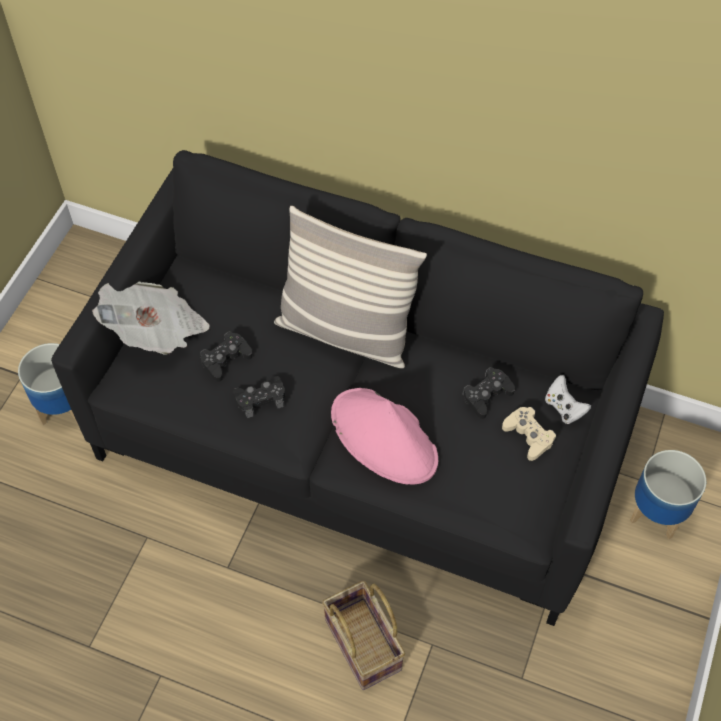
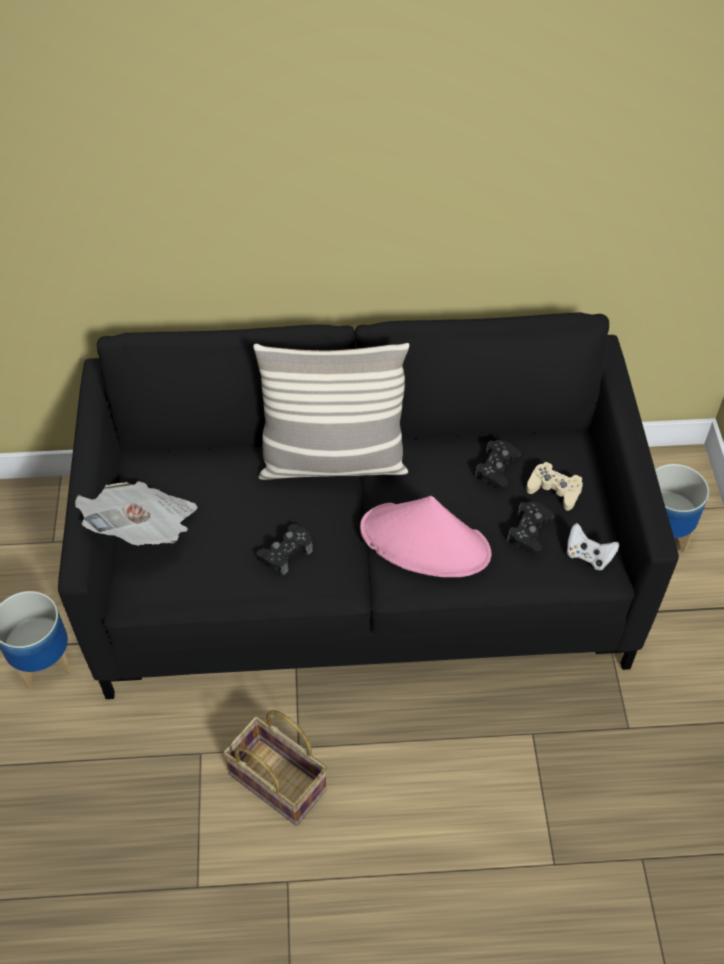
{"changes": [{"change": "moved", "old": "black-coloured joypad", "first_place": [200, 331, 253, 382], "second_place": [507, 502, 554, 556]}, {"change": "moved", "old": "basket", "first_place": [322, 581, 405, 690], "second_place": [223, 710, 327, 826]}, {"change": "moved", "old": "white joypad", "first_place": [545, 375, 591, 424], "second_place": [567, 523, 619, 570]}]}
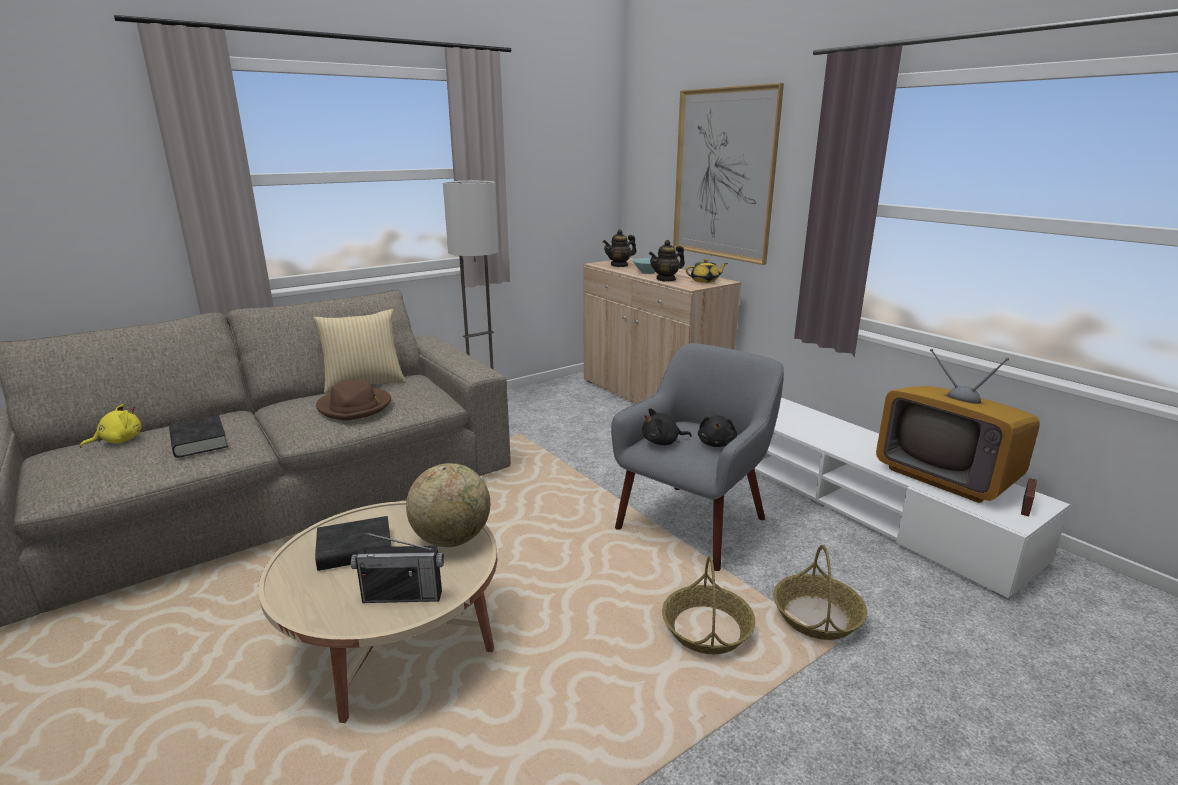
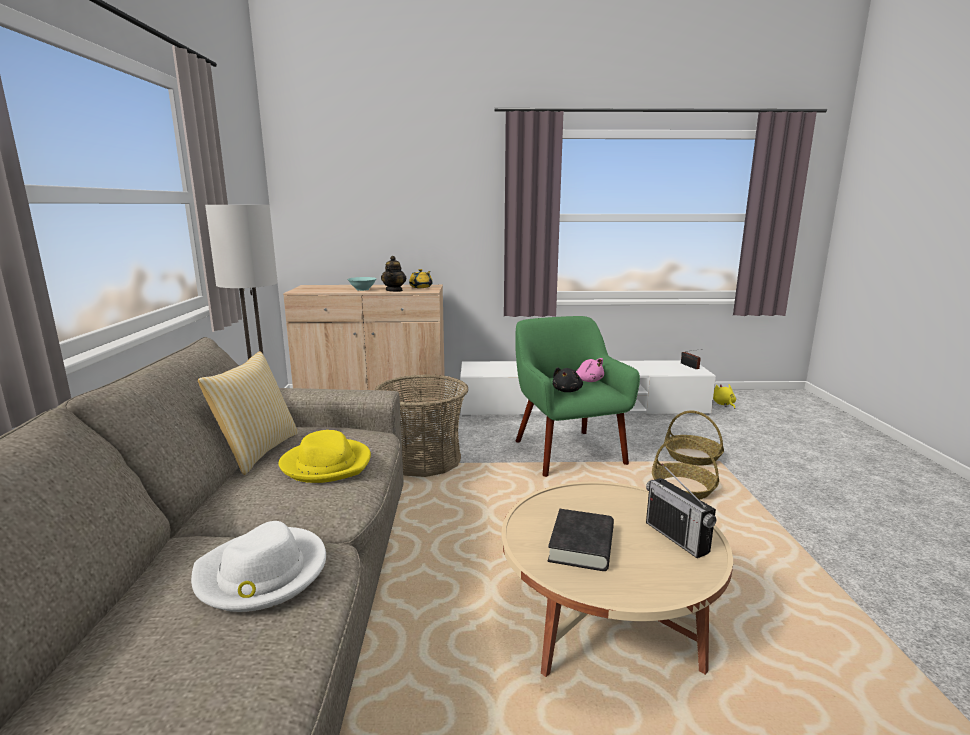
{"changes": [{"change": "moved", "old": "yellow-coloured plush toy", "first_place": [80, 404, 141, 448], "second_place": [713, 384, 736, 409]}, {"change": "replaced", "old": "black-coloured book", "new": "white hat", "first_place": [169, 415, 228, 458], "second_place": [191, 521, 326, 612]}, {"change": "recoloured", "old": "brownish hat", "new": "yellow-coloured hat", "first_place": [316, 380, 391, 421], "second_place": [278, 430, 371, 483]}, {"change": "turned", "old": "radio set", "first_place": [351, 532, 444, 603], "second_place": [646, 464, 716, 558], "degrees": 120}, {"change": "removed", "old": "globe", "first_place": [406, 463, 490, 547]}, {"change": "removed", "old": "pot for tea", "first_place": [603, 229, 637, 267]}, {"change": "recoloured", "old": "greyish easy chair", "new": "green-coloured easy chair", "first_place": [611, 343, 784, 571], "second_place": [515, 316, 640, 477]}, {"change": "removed", "old": "wall art", "first_place": [673, 83, 784, 265]}, {"change": "recoloured", "old": "black-coloured plush toy", "new": "pink-coloured plush toy", "first_place": [698, 416, 737, 447], "second_place": [576, 358, 604, 382]}, {"change": "removed", "old": "TV", "first_place": [876, 349, 1040, 503]}, {"change": "added", "new": "basket", "second_place": [375, 374, 468, 477]}]}
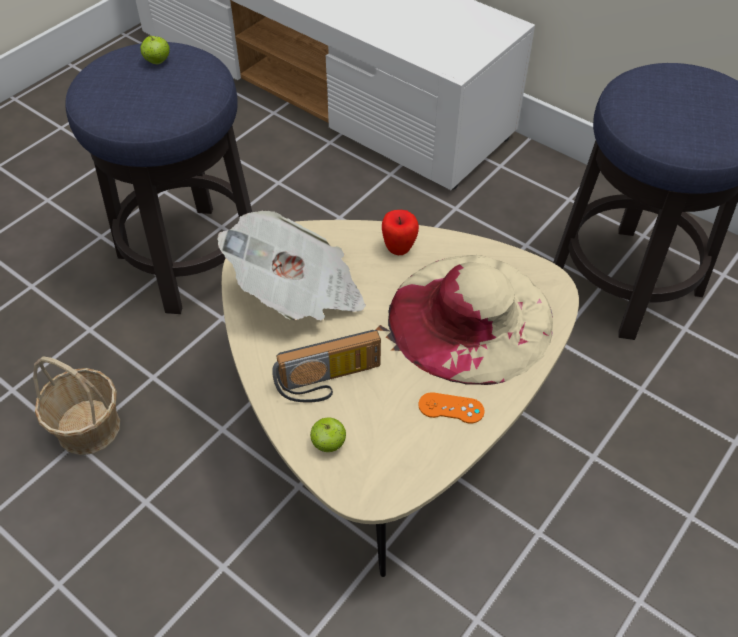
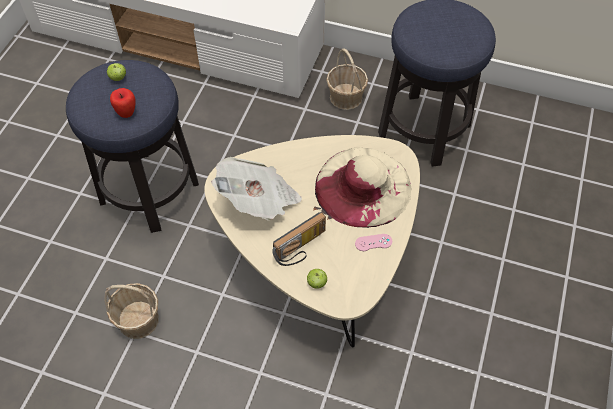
{"changes": [{"change": "moved", "old": "whole apple", "first_place": [382, 210, 419, 255], "second_place": [110, 88, 135, 118]}, {"change": "recoloured", "old": "orangey joypad", "new": "pink-coloured joypad", "first_place": [418, 392, 485, 423], "second_place": [355, 234, 392, 251]}, {"change": "added", "new": "basket", "second_place": [326, 48, 368, 110]}]}
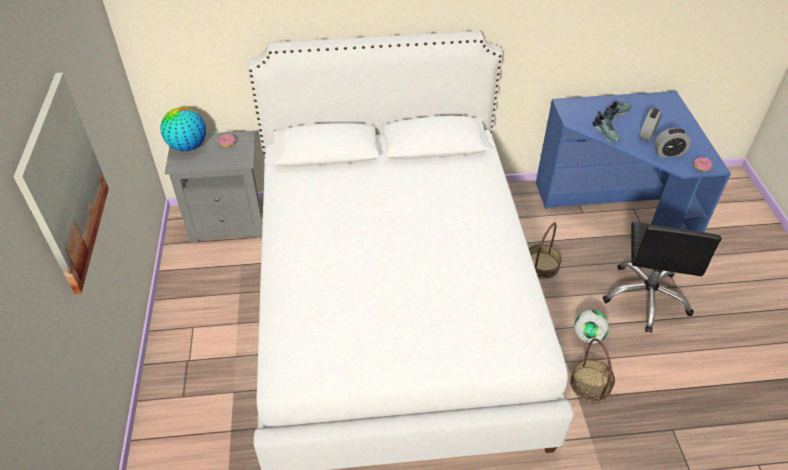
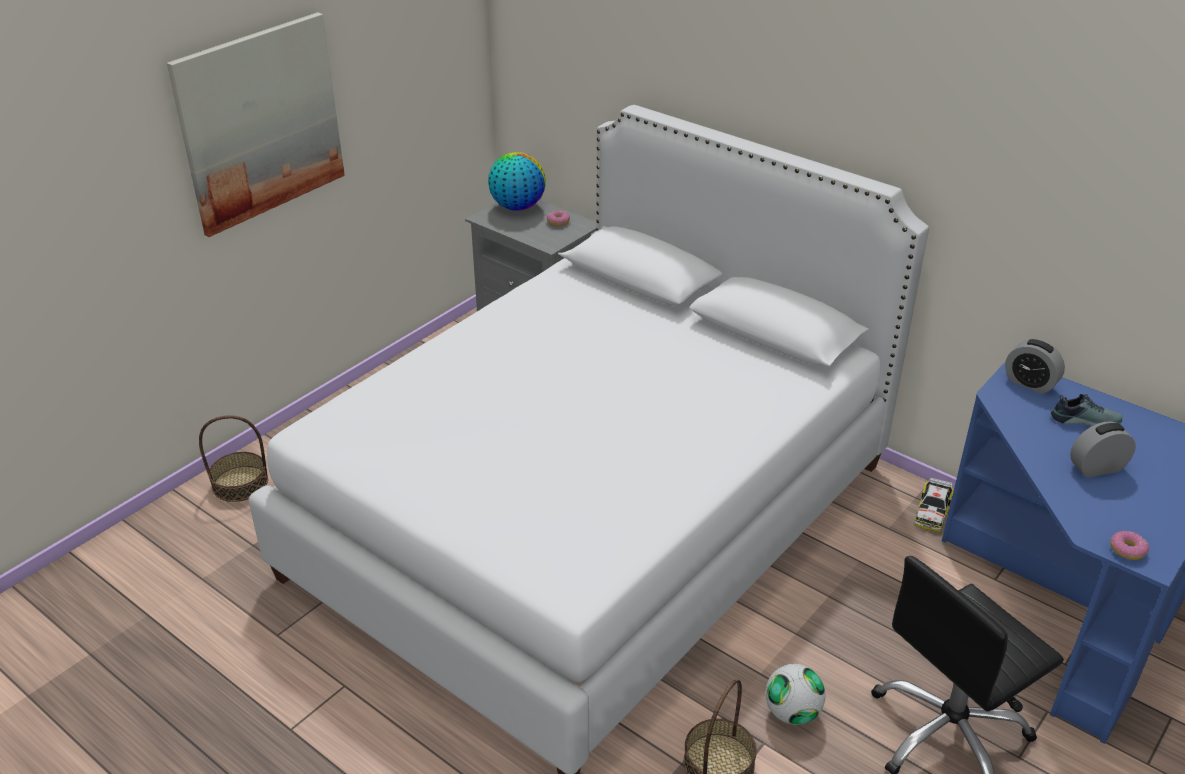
{"changes": [{"change": "moved", "old": "basket", "first_place": [529, 222, 561, 279], "second_place": [199, 415, 268, 502]}, {"change": "removed", "old": "shoe", "first_place": [593, 111, 620, 142]}, {"change": "moved", "old": "bedside clock", "first_place": [654, 128, 691, 158], "second_place": [1005, 339, 1065, 394]}, {"change": "added", "new": "toy car", "second_place": [914, 476, 954, 533]}]}
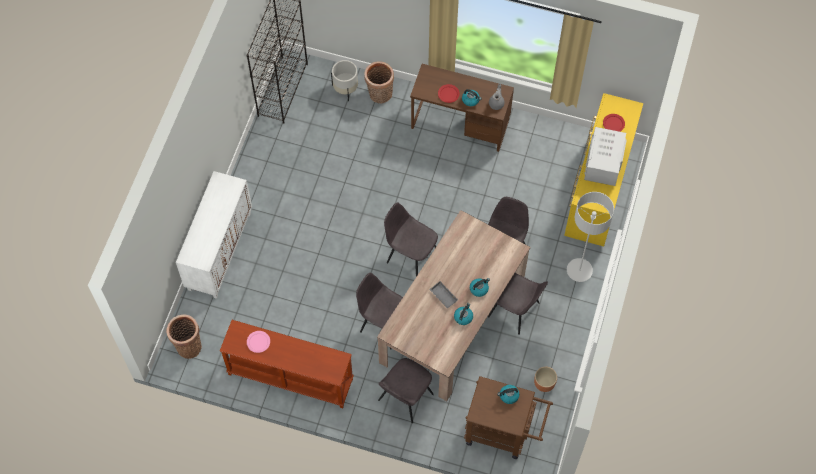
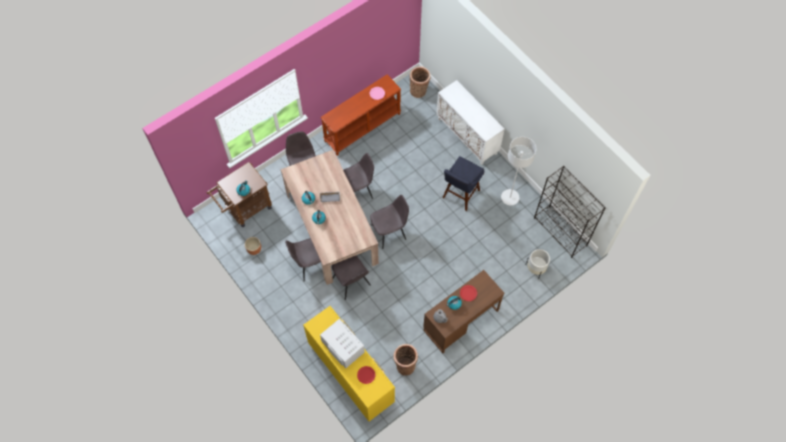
{"changes": [{"change": "moved", "old": "basket", "first_place": [364, 61, 394, 103], "second_place": [393, 344, 418, 376]}, {"change": "moved", "old": "greyish standard lamp", "first_place": [567, 192, 614, 282], "second_place": [501, 137, 536, 205]}, {"change": "added", "new": "bluish sitting stool", "second_place": [443, 156, 484, 211]}]}
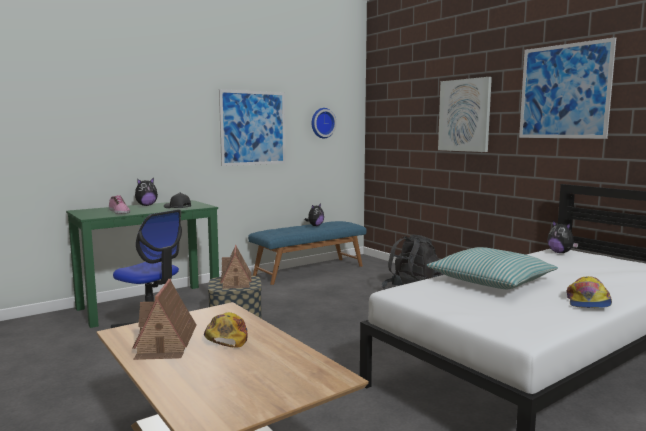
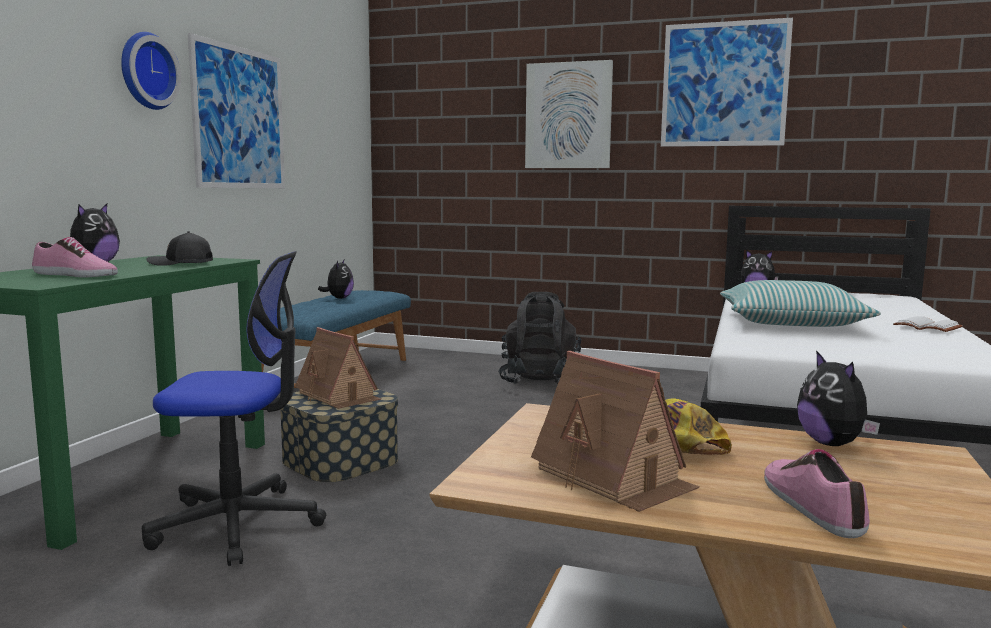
{"changes": [{"change": "moved", "old": "hanging clock", "first_place": [312, 108, 337, 138], "second_place": [121, 32, 181, 110]}, {"change": "replaced", "old": "baseball cap", "new": "white book", "first_place": [567, 276, 612, 308], "second_place": [893, 316, 963, 332]}, {"change": "added", "new": "shoe", "second_place": [764, 449, 870, 538]}, {"change": "added", "new": "plush toy", "second_place": [797, 350, 880, 446]}]}
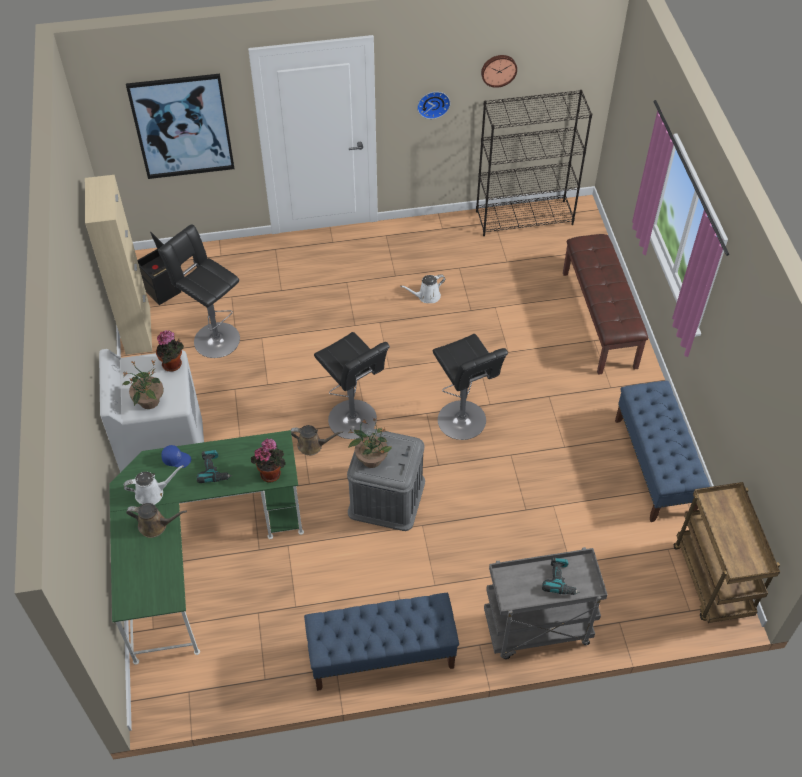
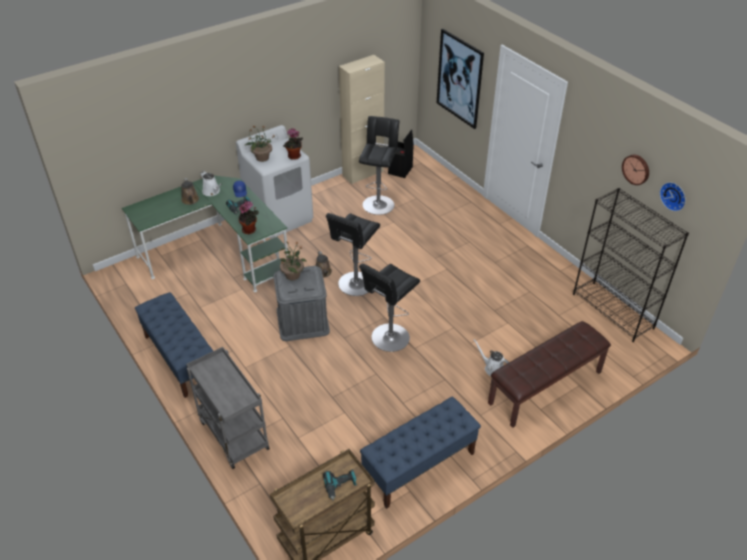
{"changes": [{"change": "moved", "old": "white sprinkling can", "first_place": [400, 275, 446, 303], "second_place": [474, 339, 509, 376]}, {"change": "moved", "old": "hanging clock", "first_place": [417, 92, 450, 119], "second_place": [660, 182, 686, 211]}, {"change": "moved", "old": "electric drill", "first_place": [542, 558, 580, 595], "second_place": [323, 469, 357, 500]}]}
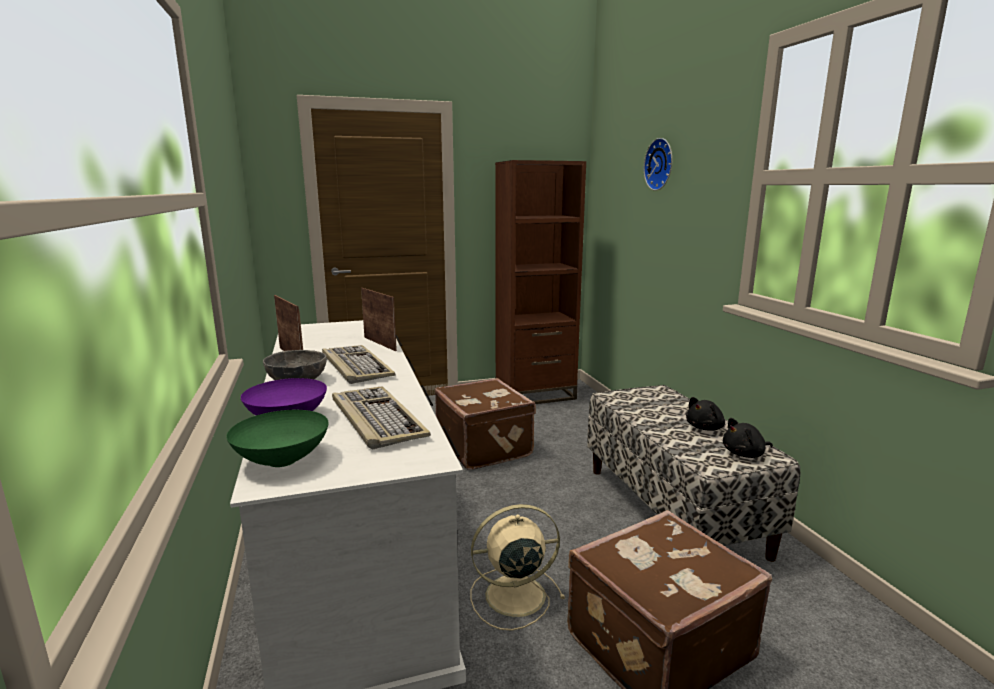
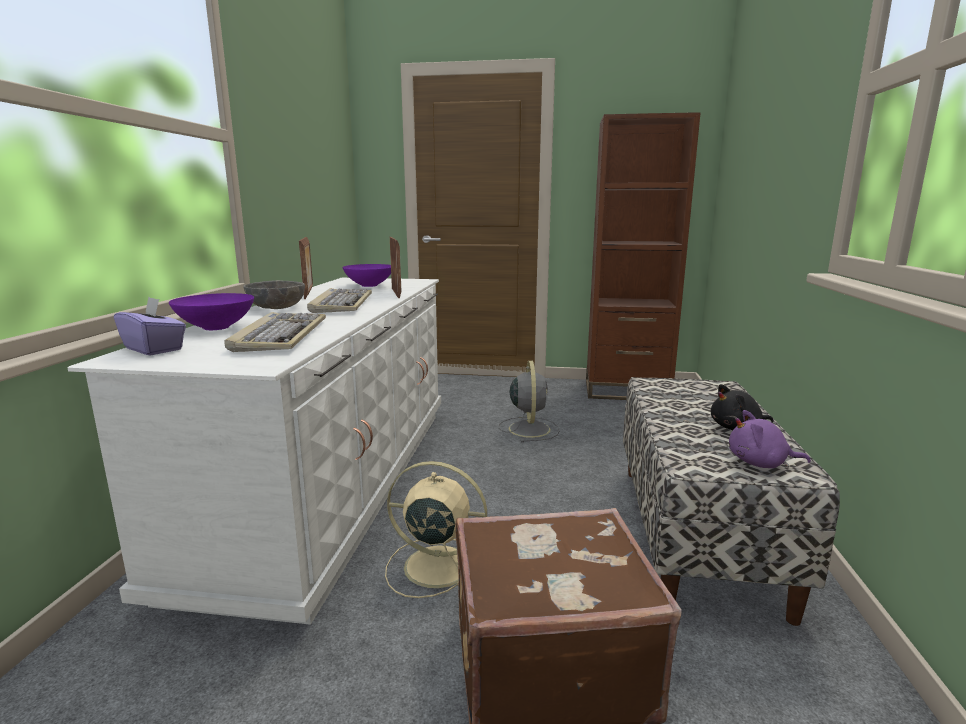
{"changes": [{"change": "replaced", "old": "green-coloured serving bowl", "new": "purple box of tissues", "first_place": [226, 410, 329, 467], "second_place": [114, 297, 186, 356]}, {"change": "replaced", "old": "brownish travel case", "new": "greyish cooling fan", "first_place": [435, 378, 536, 470], "second_place": [499, 361, 560, 442]}, {"change": "removed", "old": "hanging clock", "first_place": [644, 138, 672, 191]}, {"change": "recoloured", "old": "black-coloured plush toy", "new": "purple plush toy", "first_place": [723, 418, 773, 458], "second_place": [729, 410, 811, 468]}, {"change": "added", "new": "purple serving bowl", "second_place": [342, 264, 391, 287]}]}
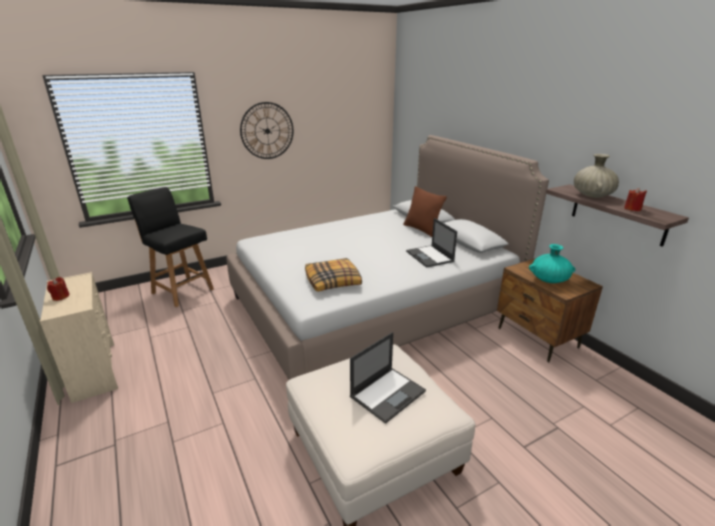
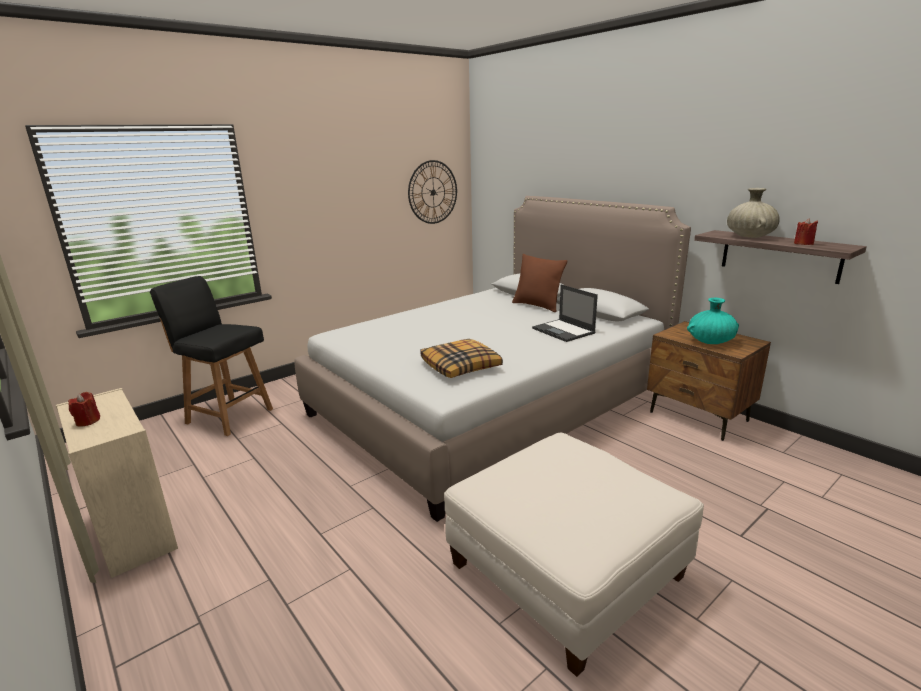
{"changes": [{"change": "moved", "old": "hanging clock", "first_place": [240, 102, 293, 159], "second_place": [408, 160, 457, 224]}, {"change": "removed", "old": "notebook computer", "first_place": [350, 332, 426, 424]}]}
